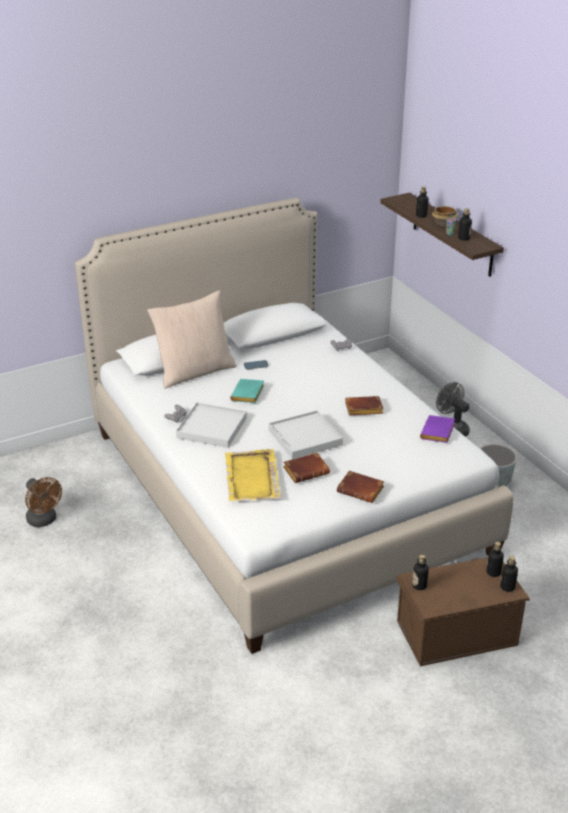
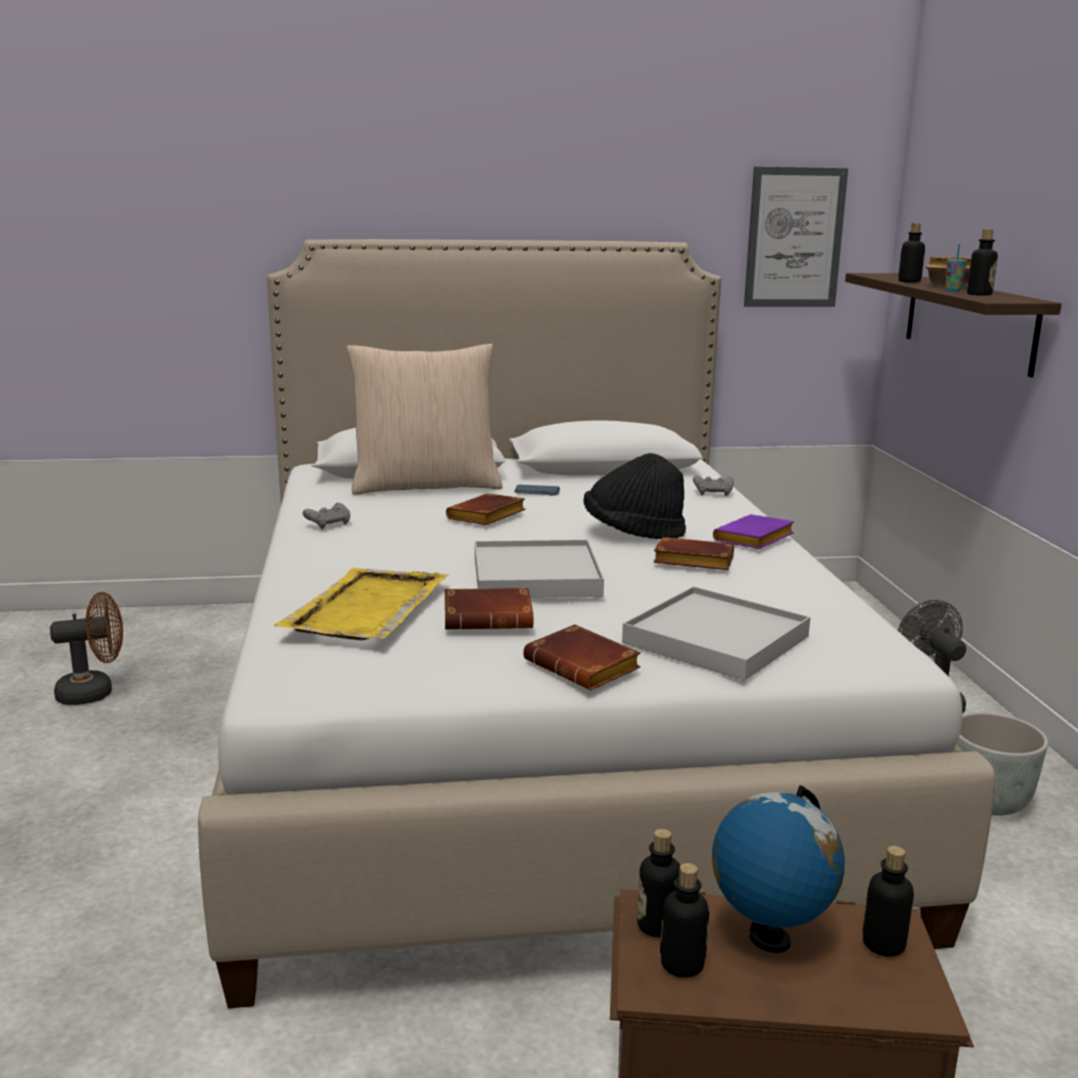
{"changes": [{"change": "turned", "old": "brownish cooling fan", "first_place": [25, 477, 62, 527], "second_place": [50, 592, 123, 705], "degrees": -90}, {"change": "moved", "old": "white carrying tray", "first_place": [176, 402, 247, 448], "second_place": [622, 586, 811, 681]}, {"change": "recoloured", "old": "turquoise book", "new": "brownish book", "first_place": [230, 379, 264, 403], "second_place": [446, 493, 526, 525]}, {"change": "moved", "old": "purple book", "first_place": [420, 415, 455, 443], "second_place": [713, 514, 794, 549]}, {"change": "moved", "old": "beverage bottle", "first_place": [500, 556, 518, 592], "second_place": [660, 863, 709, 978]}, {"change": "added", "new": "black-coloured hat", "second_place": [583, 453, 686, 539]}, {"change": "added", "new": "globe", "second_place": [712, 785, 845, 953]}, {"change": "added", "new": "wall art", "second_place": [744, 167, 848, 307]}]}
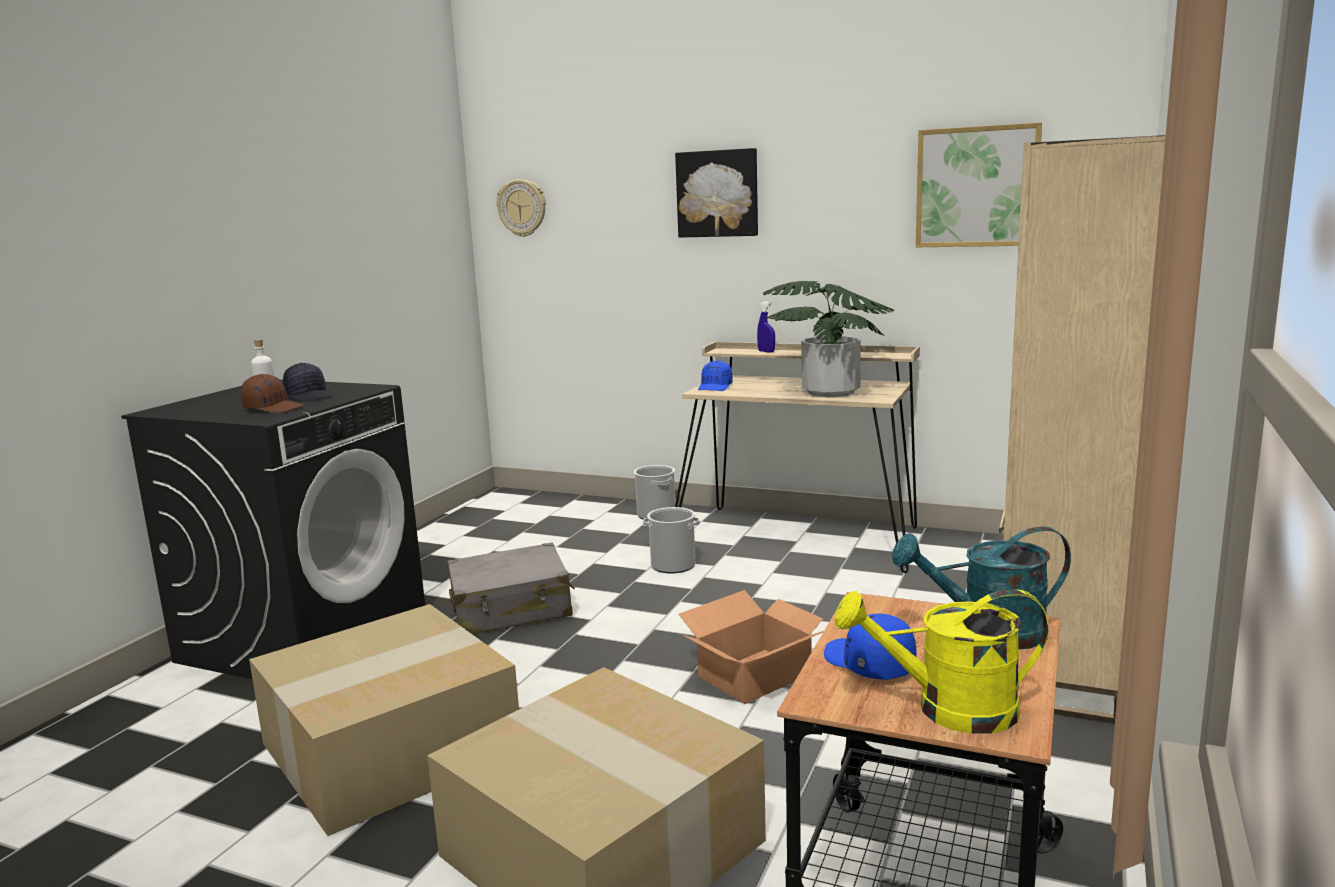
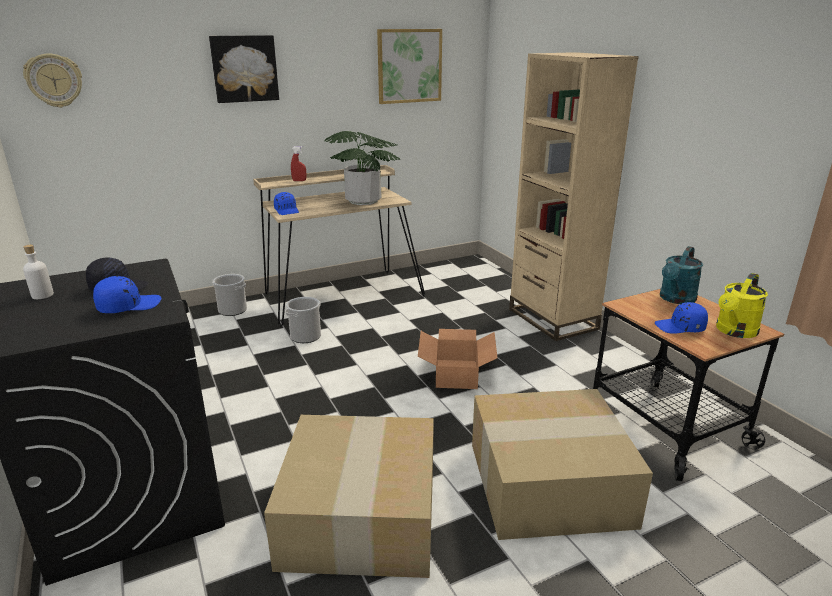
{"changes": [{"change": "recoloured", "old": "brownish baseball cap", "new": "bluish baseball cap", "first_place": [241, 374, 303, 413], "second_place": [93, 276, 161, 313]}, {"change": "removed", "old": "greyish travel case", "first_place": [447, 543, 575, 634]}, {"change": "recoloured", "old": "bluish sprayer", "new": "red sprayer", "first_place": [757, 301, 775, 353], "second_place": [291, 146, 307, 181]}]}
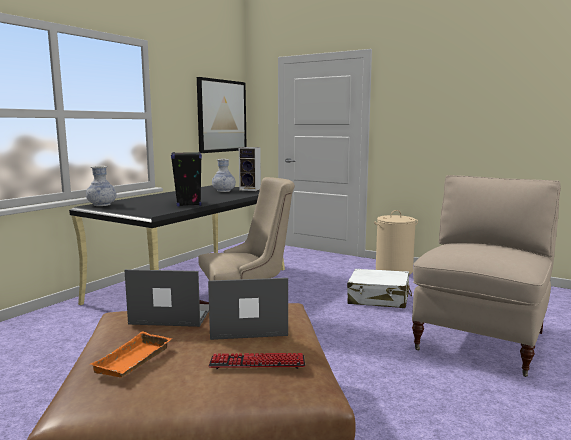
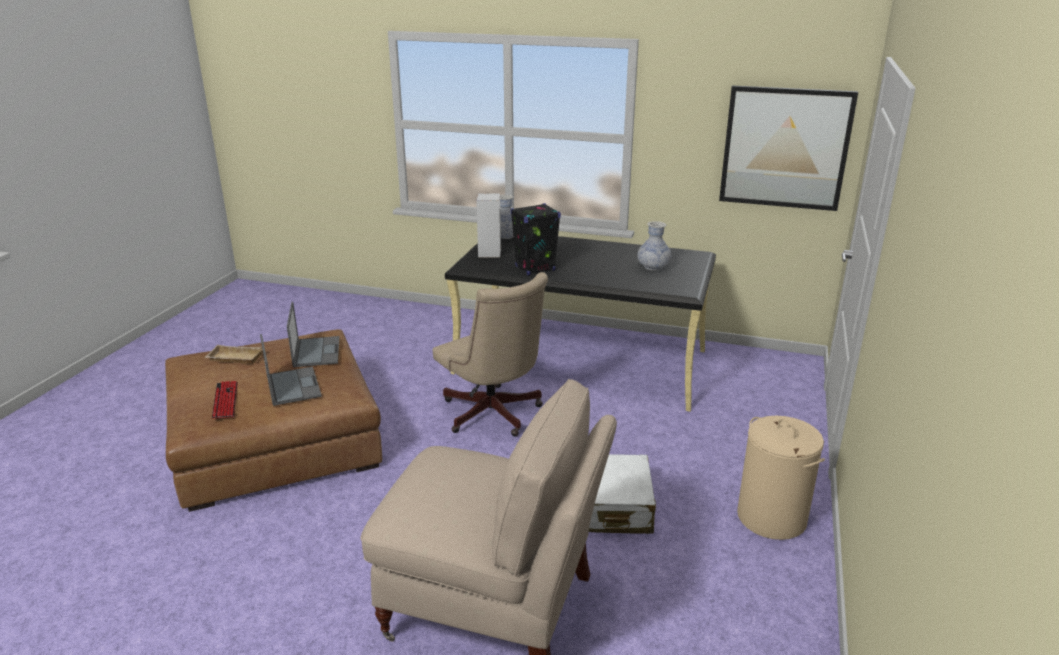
{"changes": [{"change": "recoloured", "old": "orangey carrying tray", "new": "sand-coloured carrying tray", "first_place": [90, 331, 172, 378], "second_place": [205, 345, 262, 364]}, {"change": "moved", "old": "loudspeaker", "first_place": [239, 147, 261, 191], "second_place": [476, 193, 501, 258]}]}
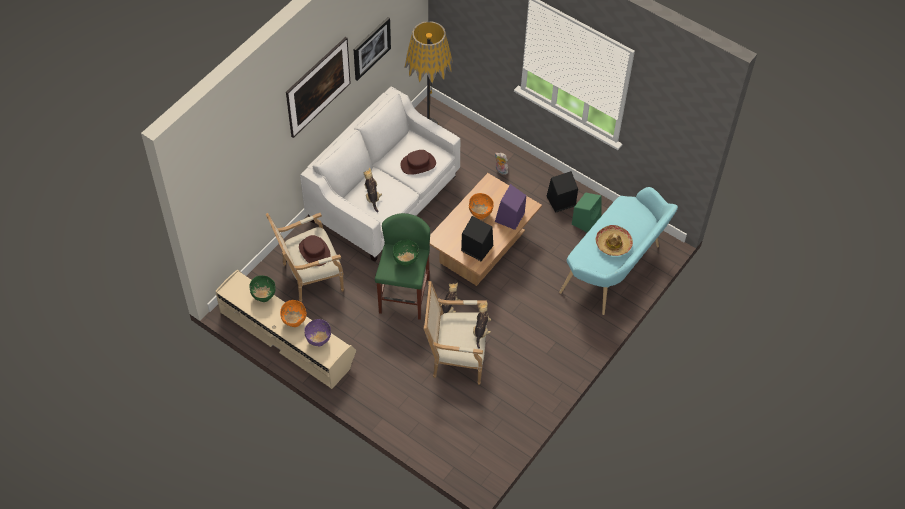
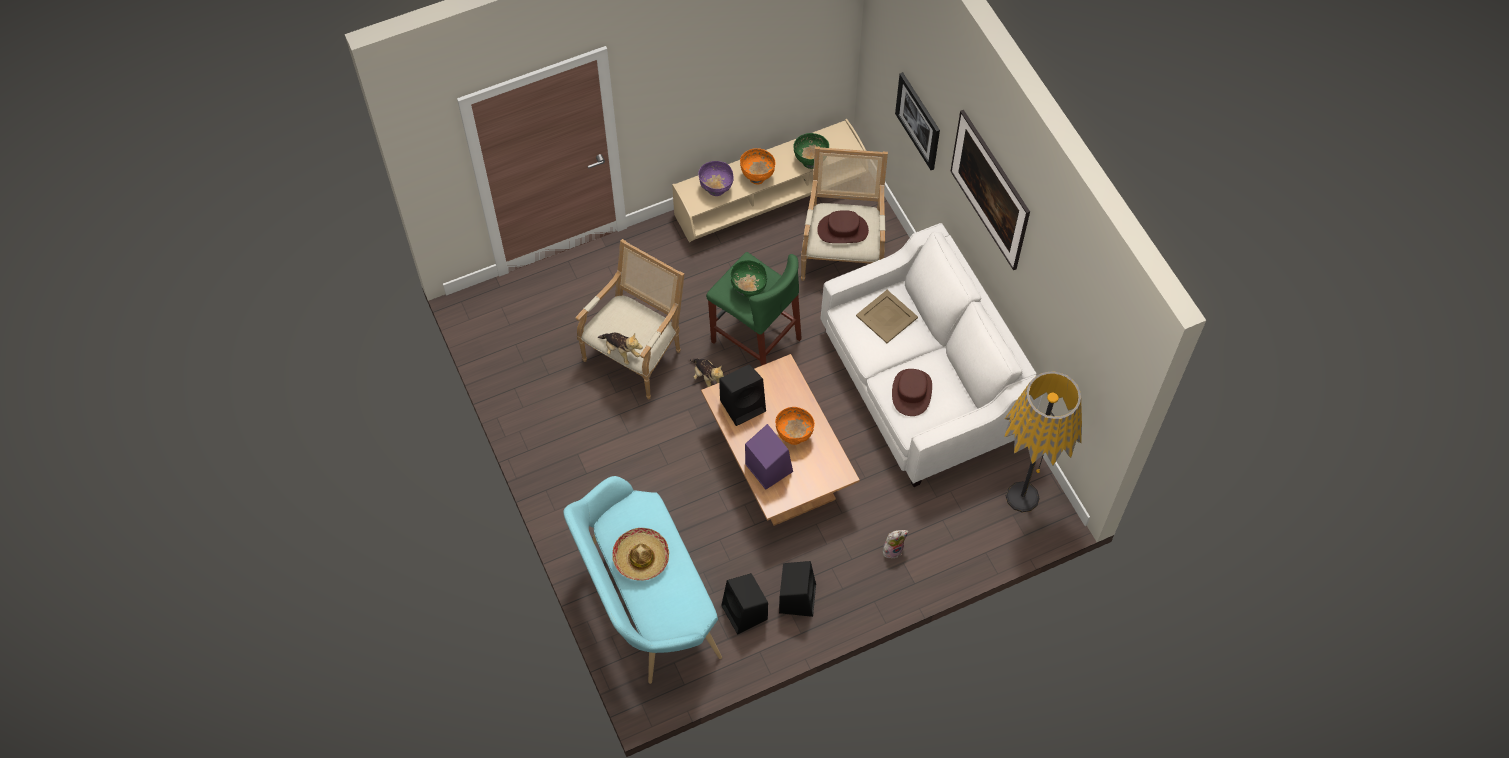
{"changes": [{"change": "moved", "old": "wall art", "first_place": [354, 17, 391, 81], "second_place": [895, 72, 940, 170]}, {"change": "replaced", "old": "plush toy", "new": "sand-coloured carrying tray", "first_place": [364, 168, 382, 213], "second_place": [856, 290, 918, 343]}, {"change": "recoloured", "old": "green-coloured loudspeaker", "new": "black-coloured loudspeaker", "first_place": [572, 192, 602, 233], "second_place": [721, 573, 768, 635]}]}
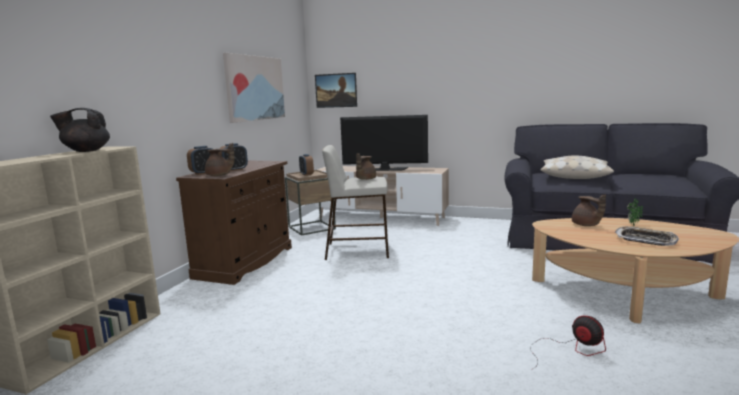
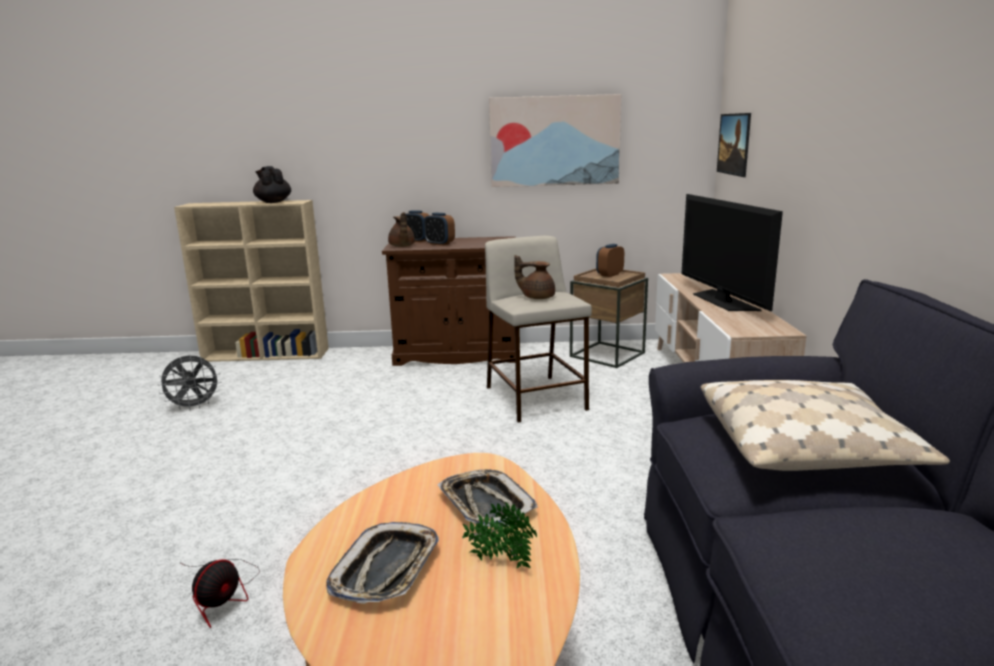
{"changes": [{"change": "replaced", "old": "brownish pot for tea", "new": "carrying tray", "first_place": [572, 194, 606, 226], "second_place": [437, 470, 538, 528]}, {"change": "added", "new": "greyish cooling fan", "second_place": [158, 355, 221, 411]}]}
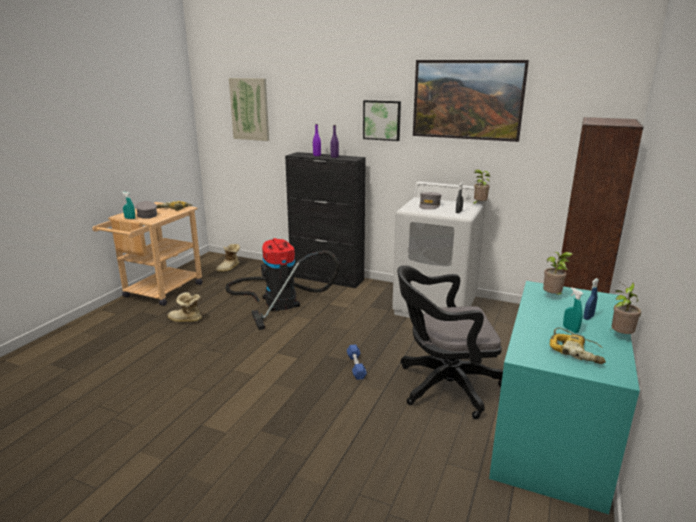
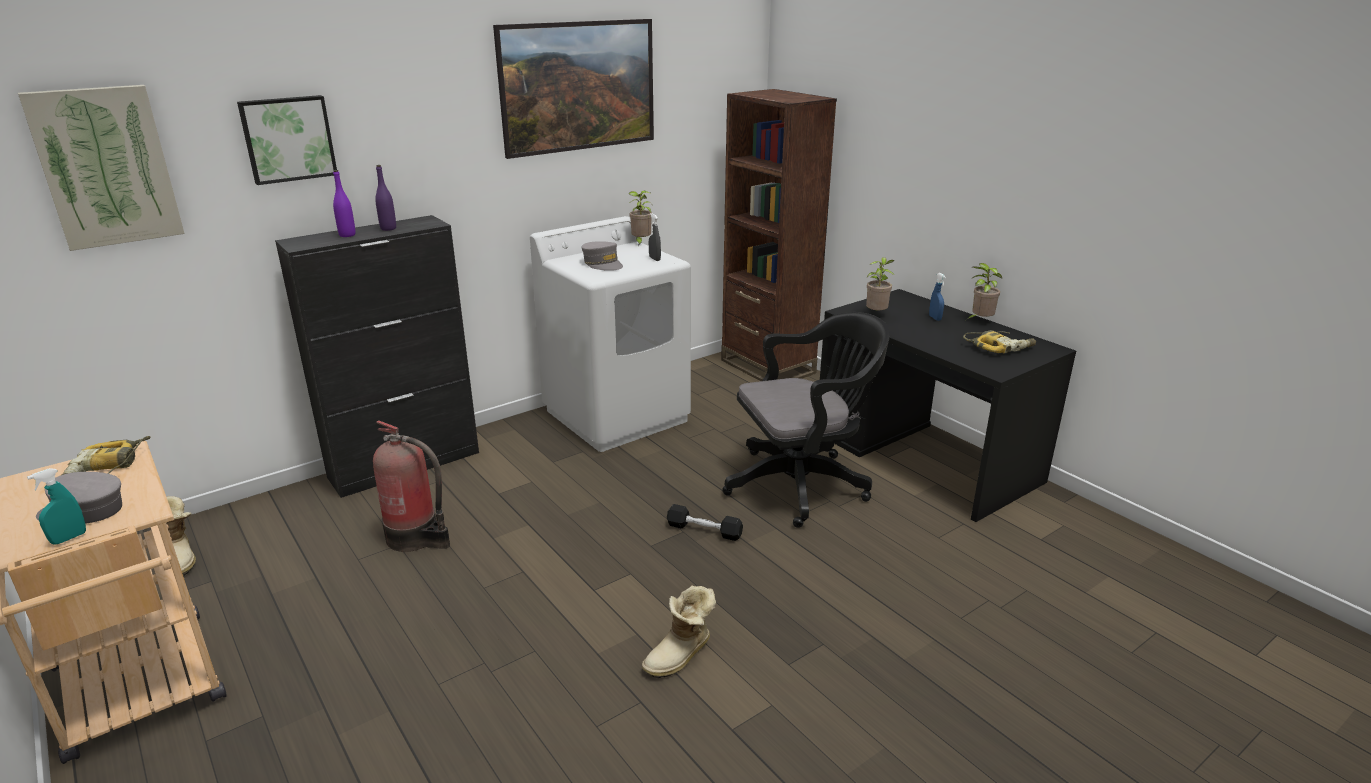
{"changes": [{"change": "moved", "old": "tall boot", "first_place": [167, 292, 202, 322], "second_place": [642, 585, 716, 678]}, {"change": "replaced", "old": "vacuum cleaner", "new": "fire-fighting cylinder", "first_place": [225, 238, 340, 330], "second_place": [373, 420, 450, 552]}, {"change": "recoloured", "old": "bluish dumbbell", "new": "black-coloured dumbbell", "first_place": [347, 344, 367, 380], "second_place": [667, 504, 743, 541]}, {"change": "moved", "old": "wall art", "first_place": [363, 100, 401, 141], "second_place": [237, 95, 337, 185]}, {"change": "turned", "old": "black-coloured office chair", "first_place": [397, 265, 503, 419], "second_place": [722, 312, 890, 528], "degrees": -135}, {"change": "recoloured", "old": "turquoise desk unit", "new": "black-coloured desk unit", "first_place": [489, 281, 640, 514], "second_place": [820, 289, 1076, 522]}, {"change": "removed", "old": "turquoise sprayer", "first_place": [563, 287, 583, 333]}]}
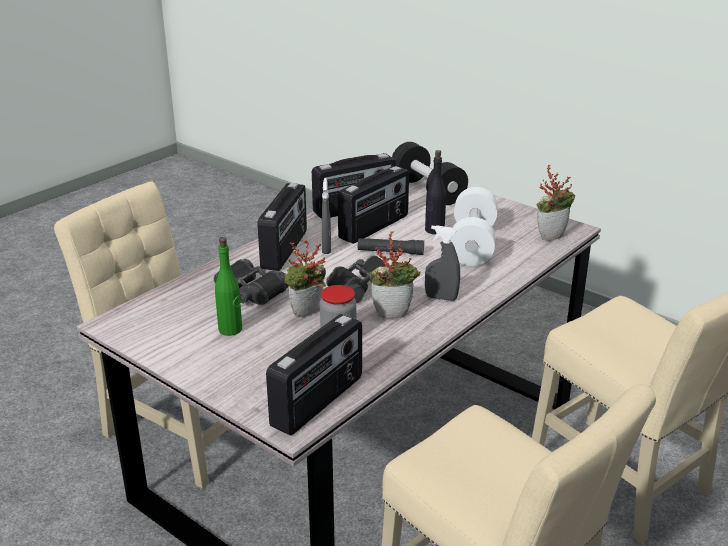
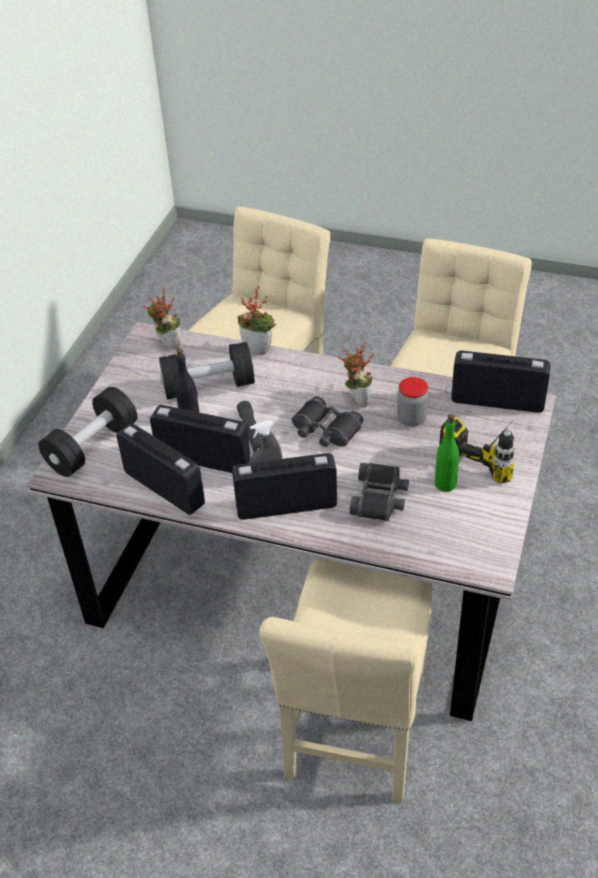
{"changes": [{"change": "moved", "old": "potted plant", "first_place": [284, 240, 326, 317], "second_place": [238, 286, 276, 355]}, {"change": "removed", "old": "greyish sprayer", "first_place": [425, 225, 460, 301]}, {"change": "recoloured", "old": "white dumbbell", "new": "black-coloured dumbbell", "first_place": [451, 187, 497, 266], "second_place": [159, 342, 254, 400]}, {"change": "added", "new": "electric drill", "second_place": [439, 416, 516, 484]}]}
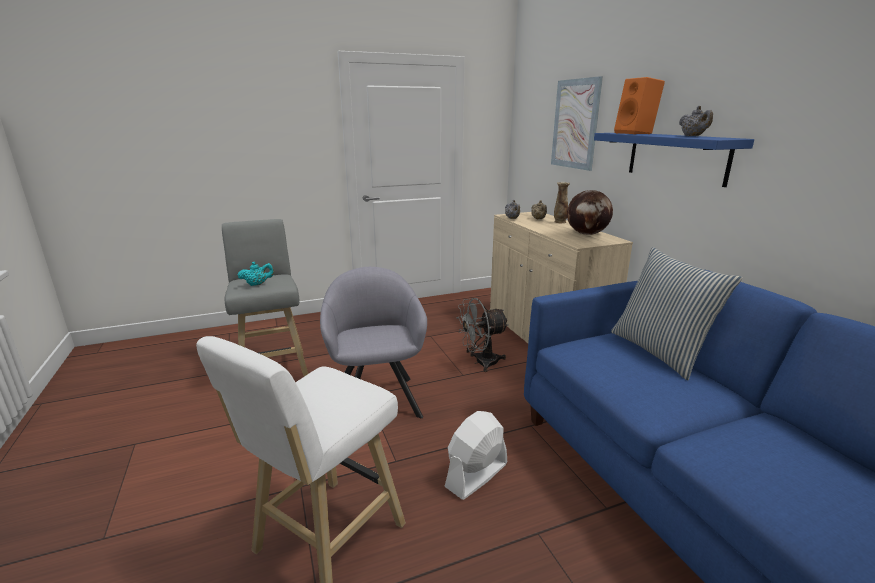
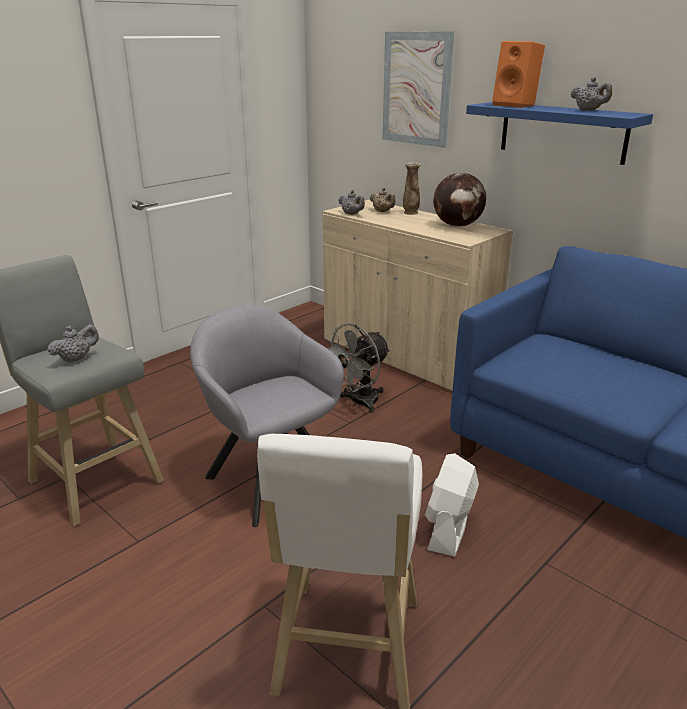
{"changes": [{"change": "recoloured", "old": "turquoise pot for tea", "new": "greyish pot for tea", "first_place": [238, 262, 274, 286], "second_place": [48, 324, 99, 363]}, {"change": "removed", "old": "cushion", "first_place": [611, 247, 743, 381]}]}
